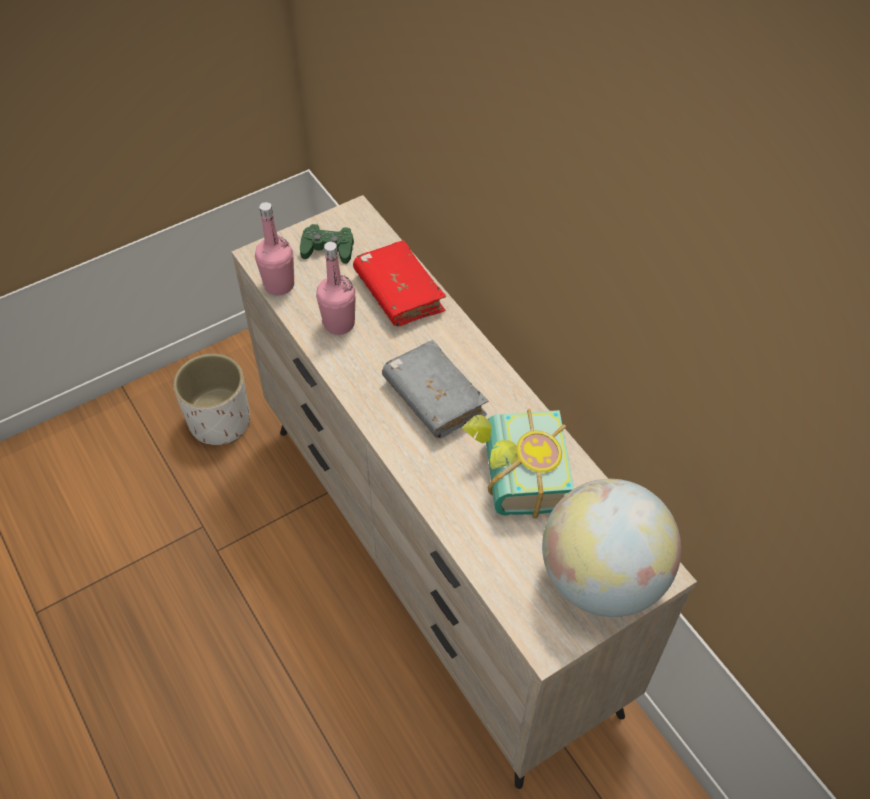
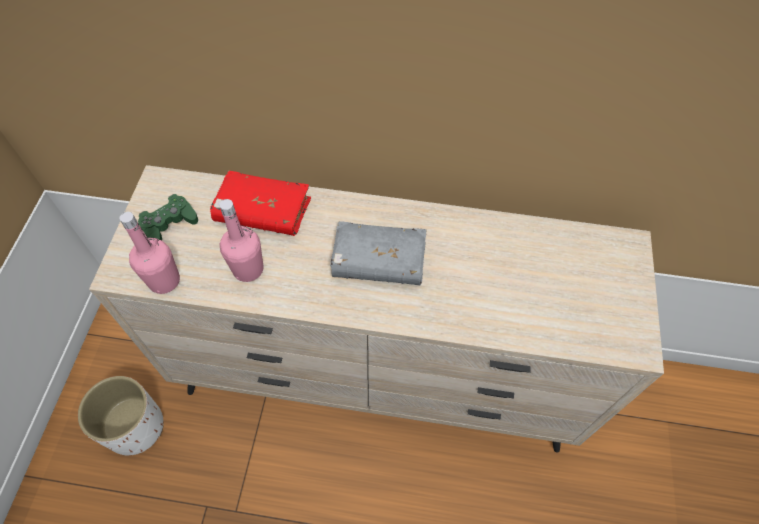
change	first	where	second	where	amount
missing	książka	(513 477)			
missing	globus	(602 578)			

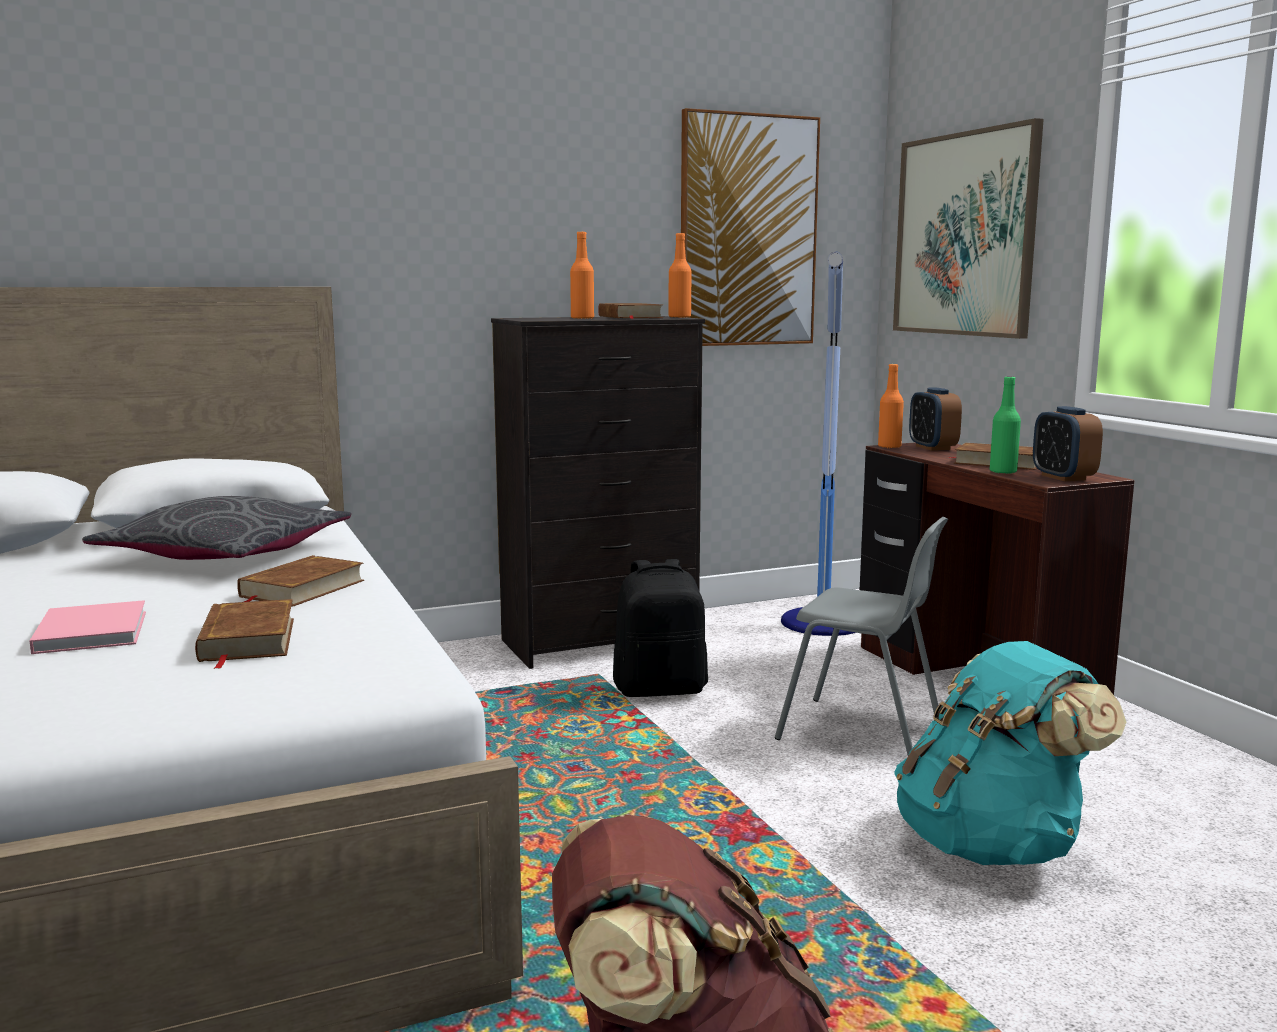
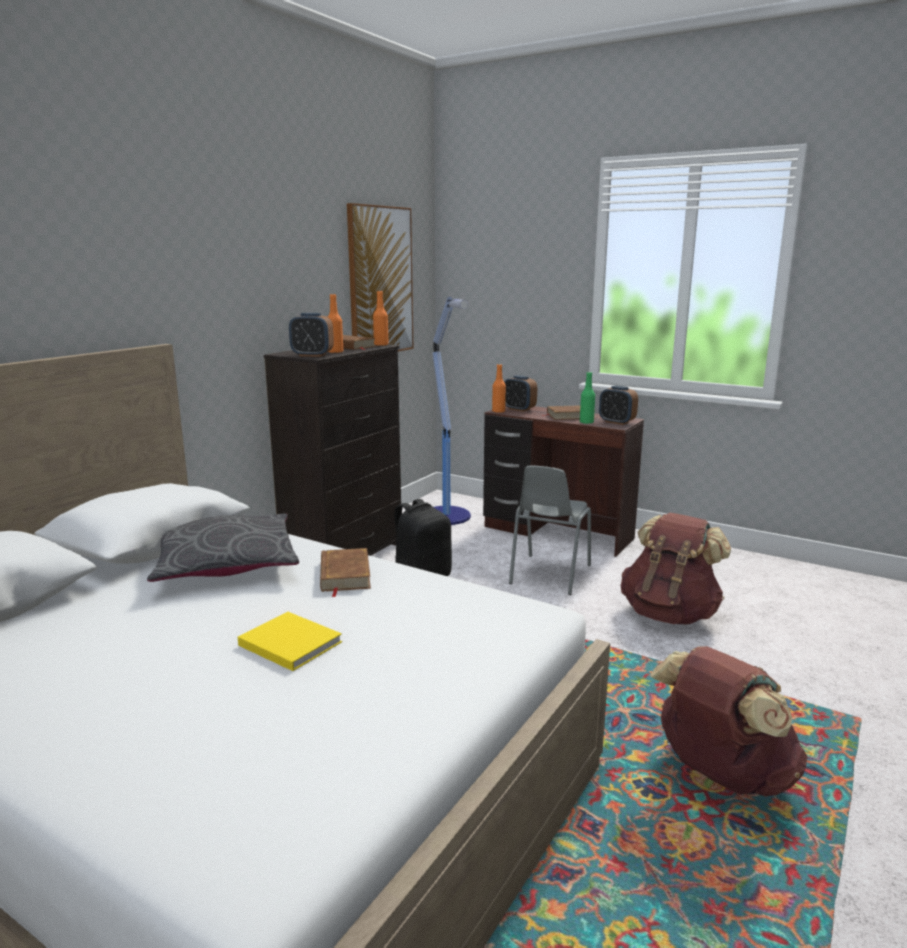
change	first	where	second	where	amount
missing	książka (brązowy)	(247 640)			
missing	obraz	(964 235)			
appeared			budzik	(312 355)	
colour	książka (różowy)	(92 631)	książka (żółty)	(288 642)	
colour	plecak (turkusowy)	(993 845)	plecak (brązowy)	(669 614)	
spun	krzesło (szary)	(862 732)		(548 575)	120 degrees clockwise

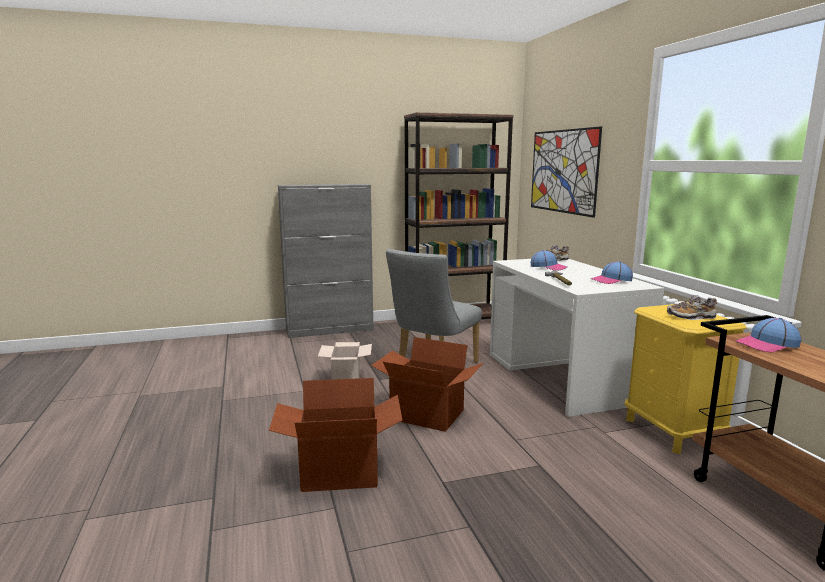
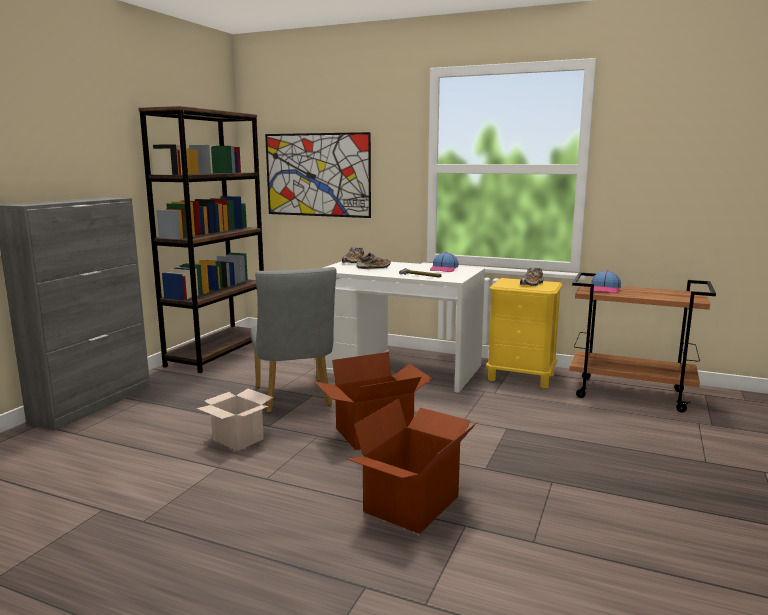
change	first	where	second	where	amount
exchanged	czapka z daszkiem	(548 267)	but	(373 268)	

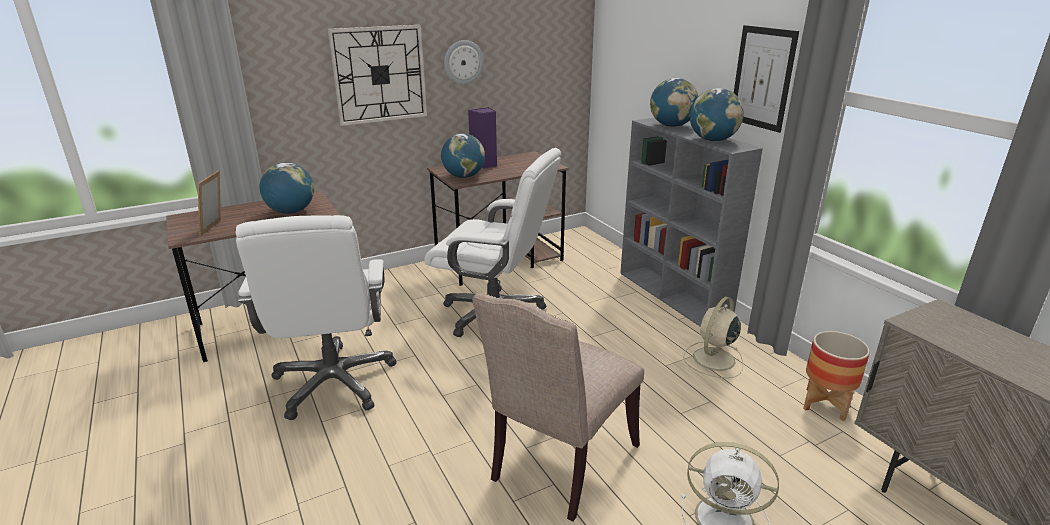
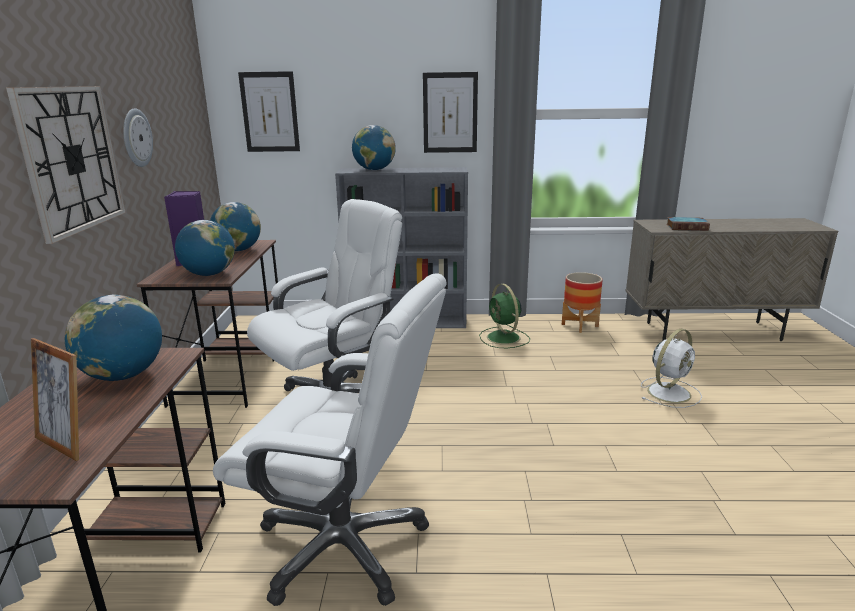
change	first	where	second	where	amount
missing	krzesło (beżowy)	(560 464)			
appeared			obraz	(270 112)	
appeared			książka	(687 227)	
relocated	globus	(712 140)		(238 250)	
colour	wentylator (beżowy)	(713 360)	wentylator (zielony)	(504 338)	

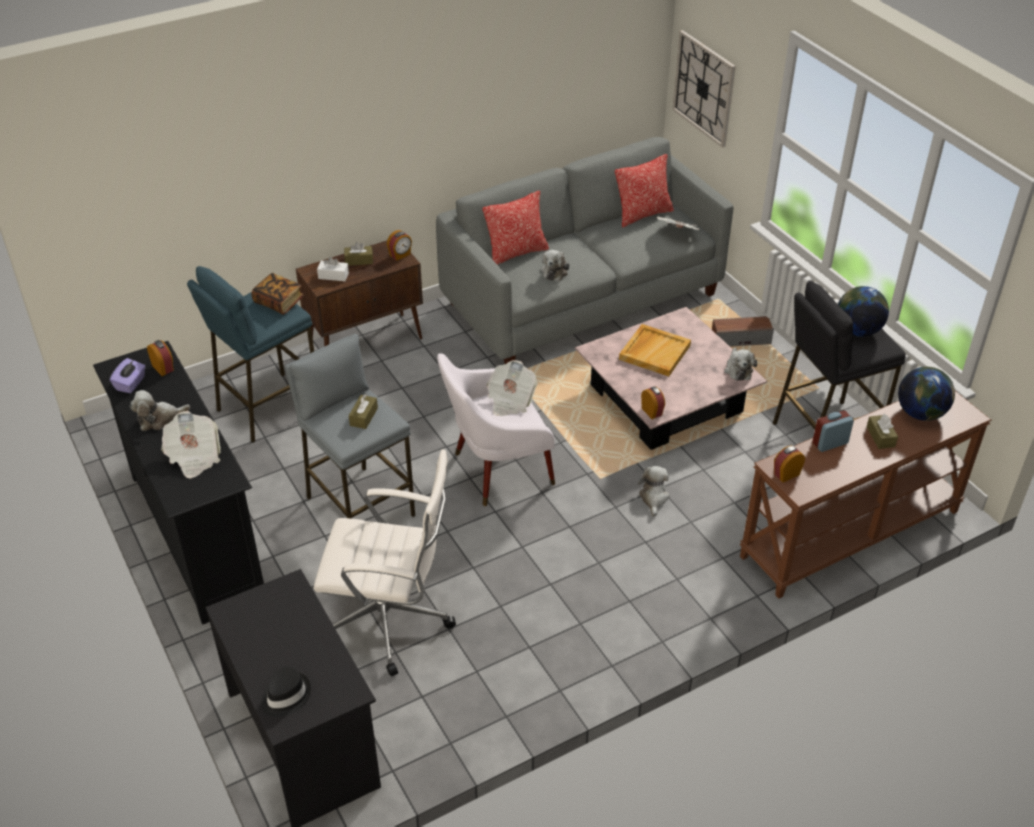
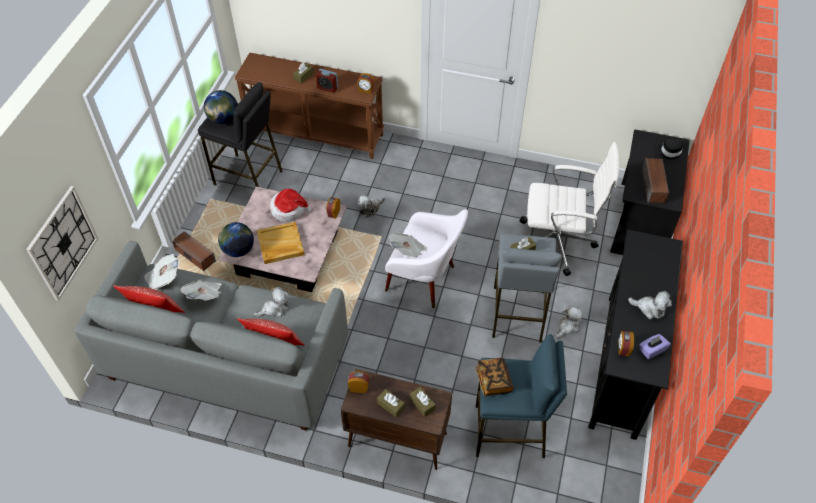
change	first	where	second	where	amount
appeared			kapelusz	(289 209)	
appeared			głośnik	(653 186)	
relocated	gazeta	(194 456)		(205 296)	
relocated	pluszak	(738 369)		(567 326)	
relocated	globus	(920 413)		(238 250)	
colour	pudełko chusteczek (biały)	(333 276)	pudełko chusteczek (brązowy)	(422 404)	
spun	krzesło biurowe (biały)	(390 620)		(557 243)	135 degrees clockwise

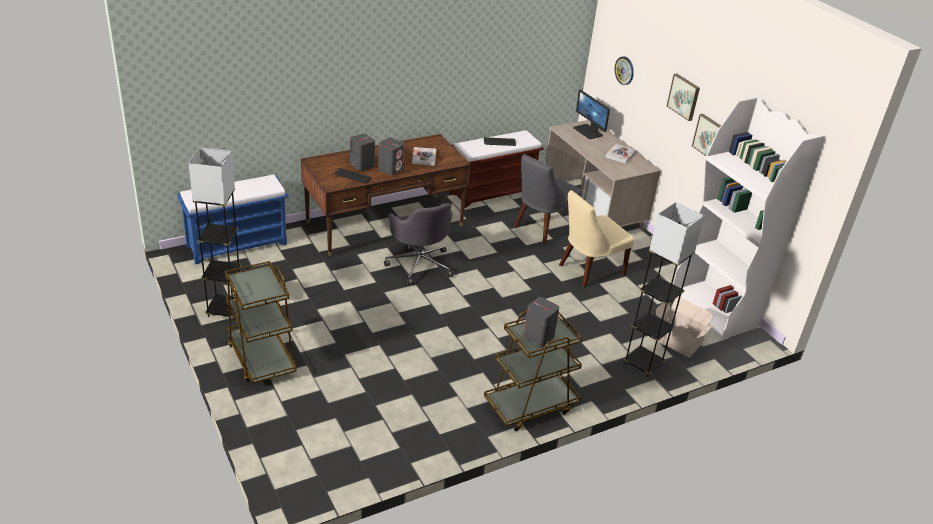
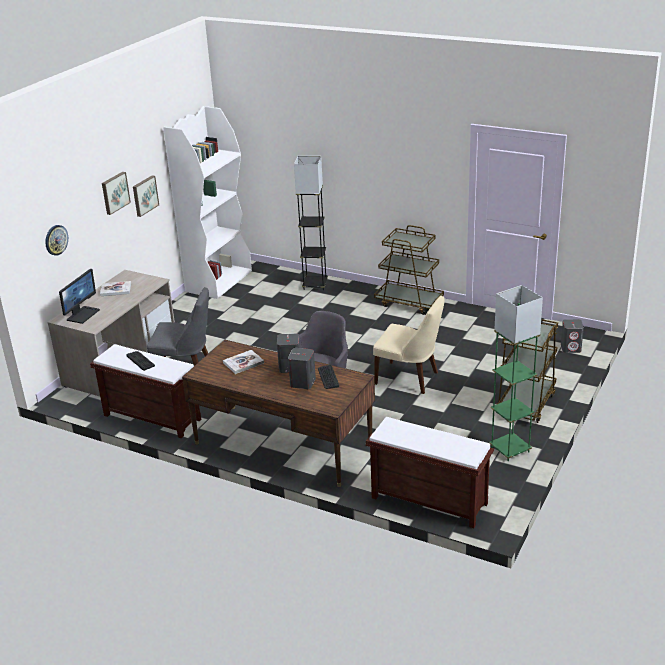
change	first	where	second	where	amount
missing	karton	(678 342)			
relocated	głośnik (szary)	(538 337)		(571 348)	
relocated	krzesło (beżowy)	(589 270)		(409 378)	
colour	ławka (niebieski)	(238 244)	ławka (brązowy)	(428 501)	
colour	lampa stojąca (szary)	(225 309)	lampa stojąca (zielony)	(510 449)	

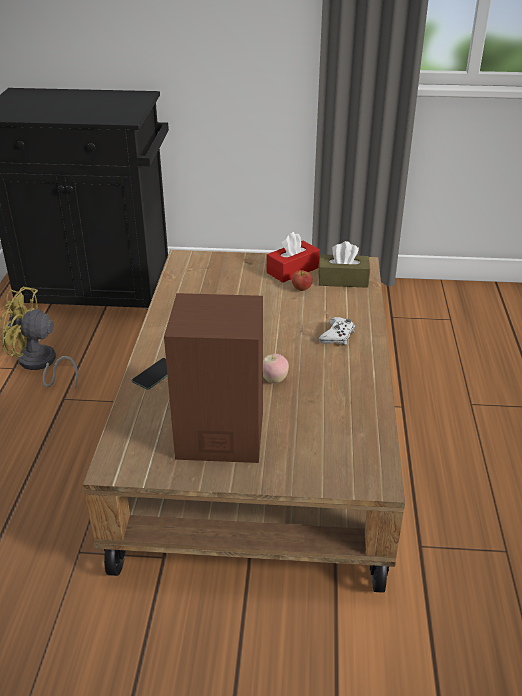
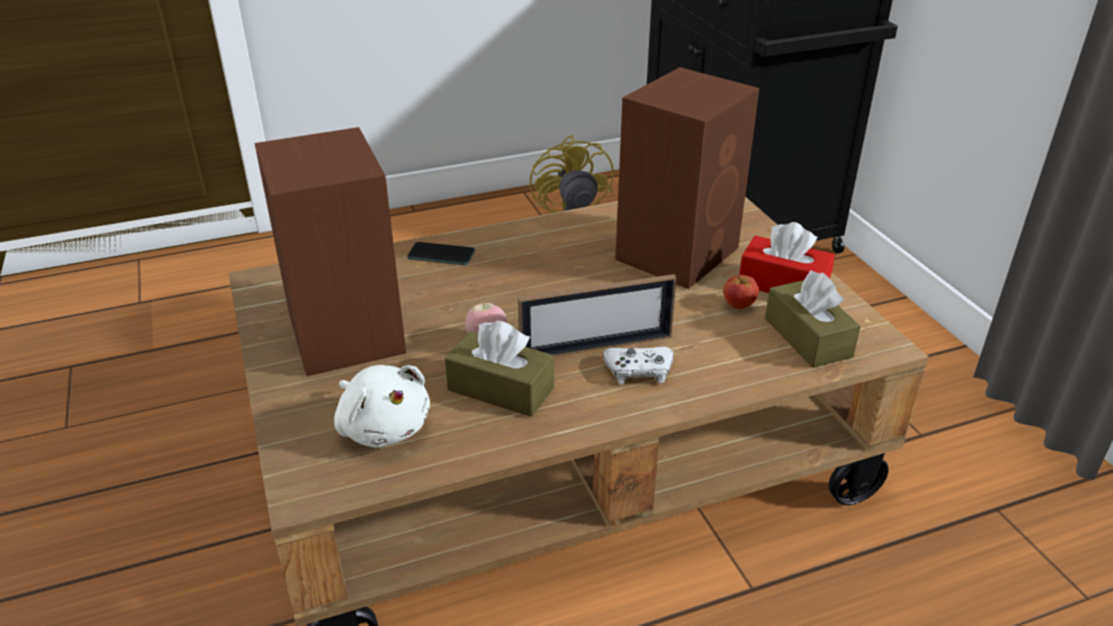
change	first	where	second	where	amount
appeared			pluszak (biały)	(383 427)	
appeared			pudełko chusteczek (brązowy)	(500 389)	
appeared			ramka na zdjęcie	(596 347)	
appeared			głośnik (brązowy)	(679 252)	

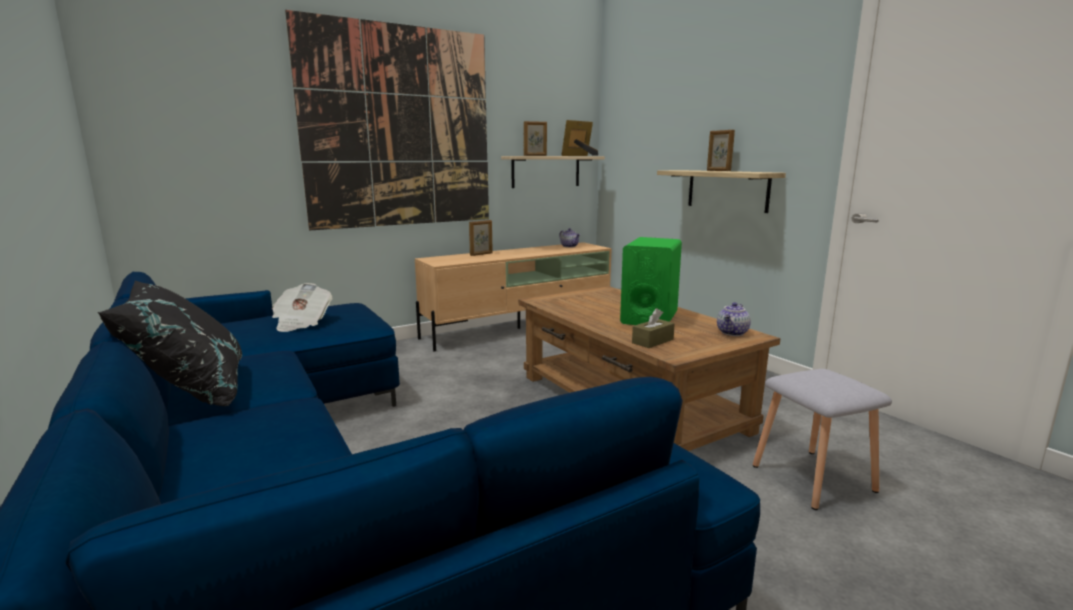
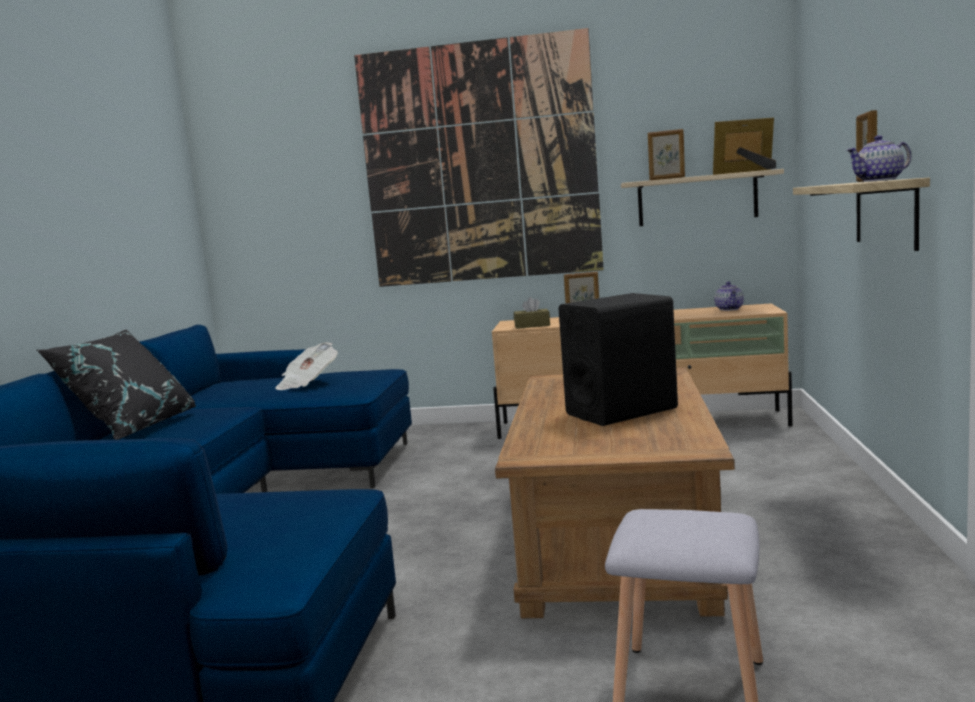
change	first	where	second	where	amount
relocated	pudełko chusteczek (brązowy)	(652 341)		(532 326)	
relocated	imbryk	(733 333)		(879 180)	
colour	głośnik (zielony)	(649 317)	głośnik (czarny)	(621 411)	

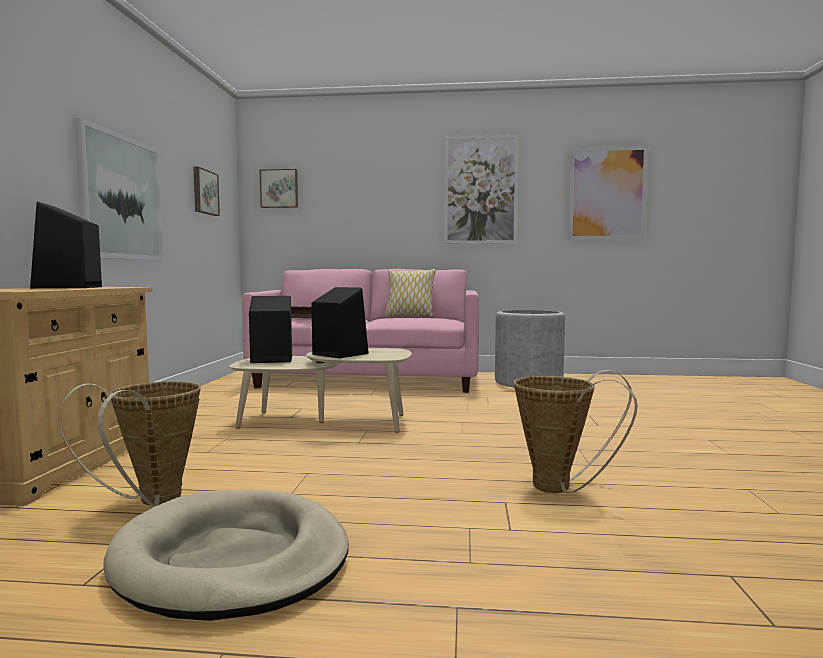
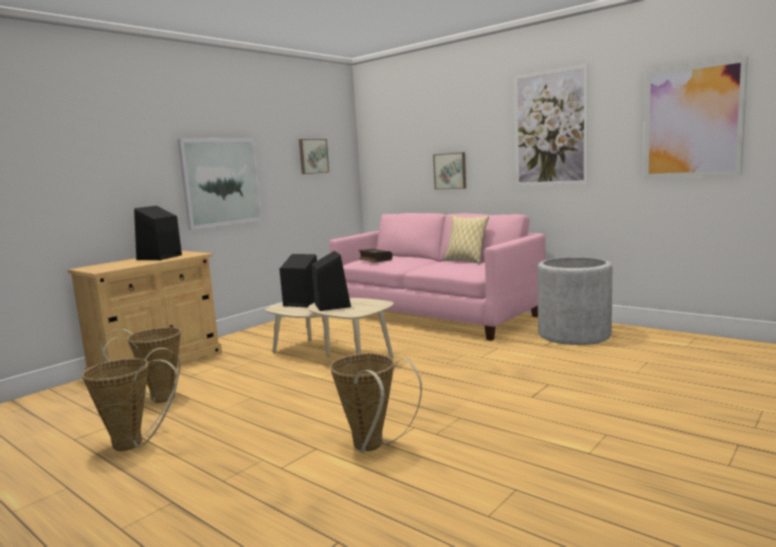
change	first	where	second	where	amount
relocated	obraz	(279 188)		(450 171)	
exchanged	legowisko (beżowy)	(232 559)	koszyk	(135 444)	

